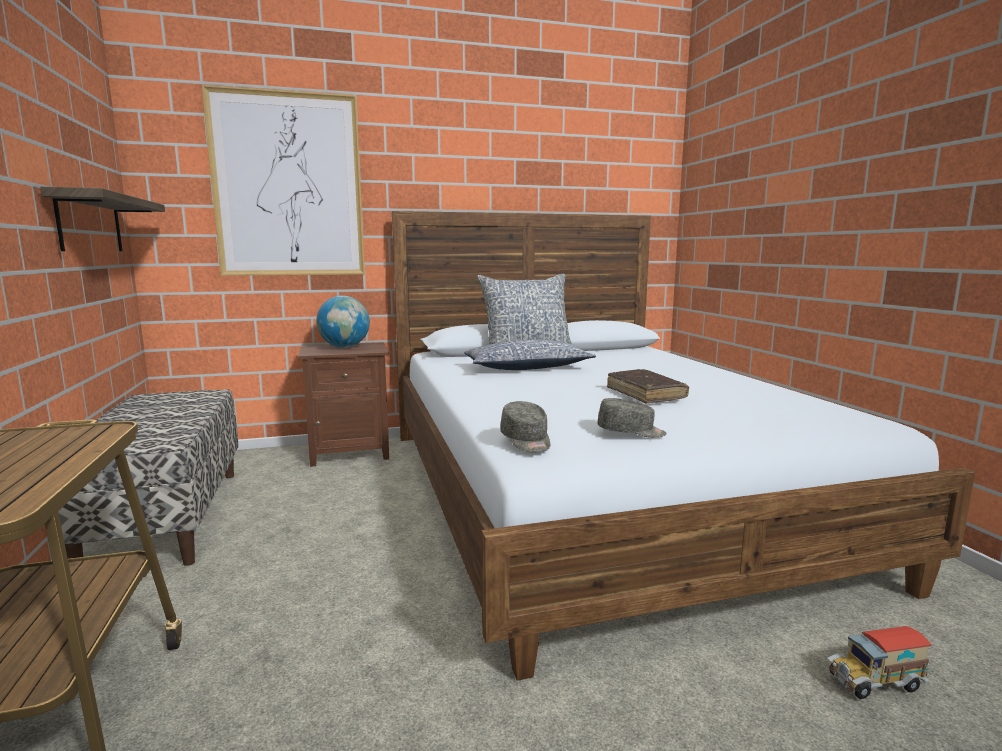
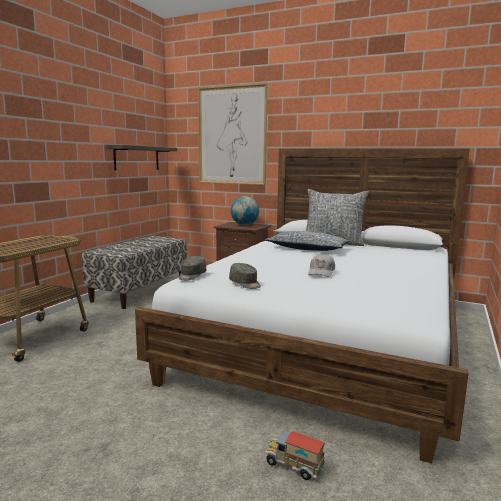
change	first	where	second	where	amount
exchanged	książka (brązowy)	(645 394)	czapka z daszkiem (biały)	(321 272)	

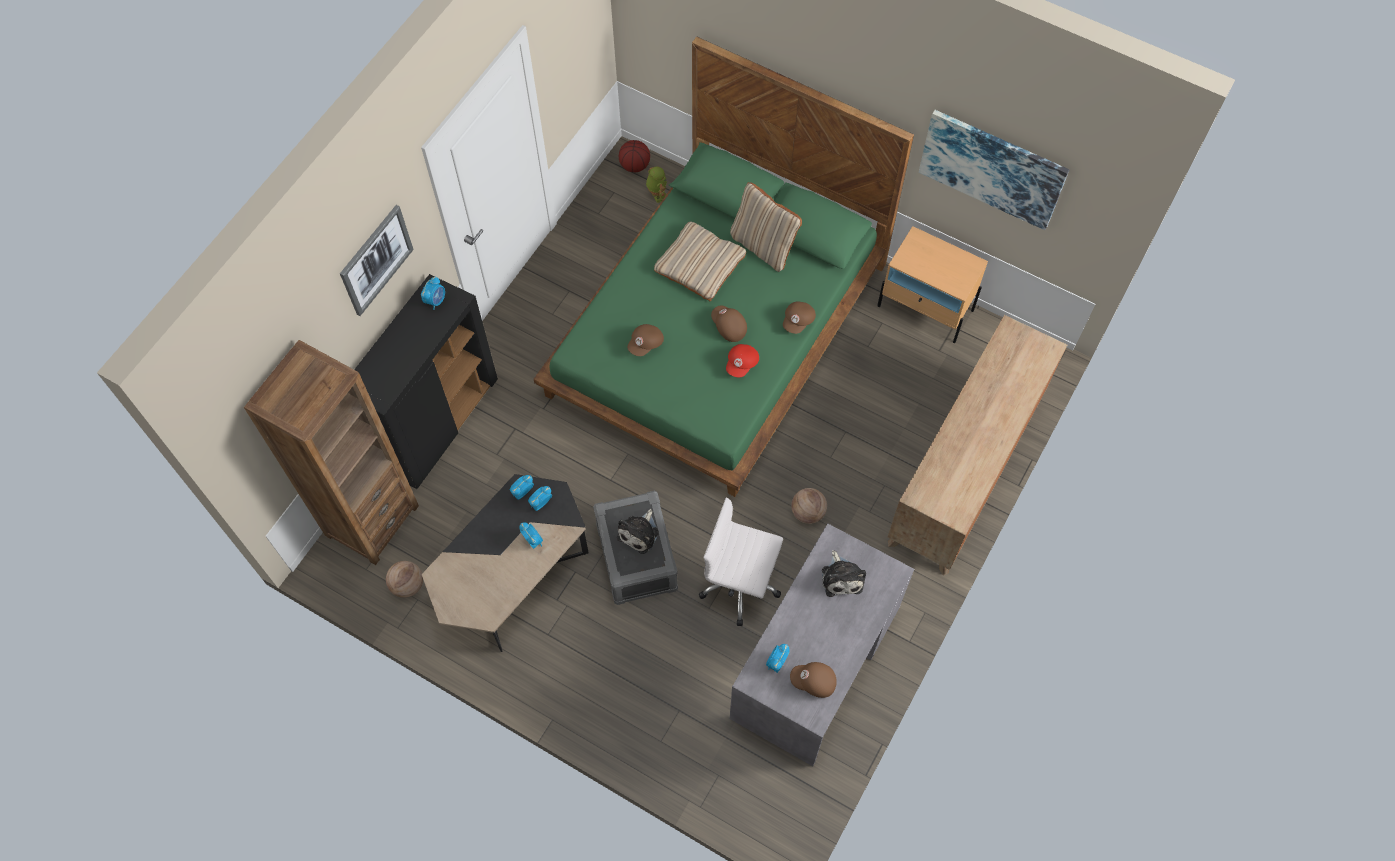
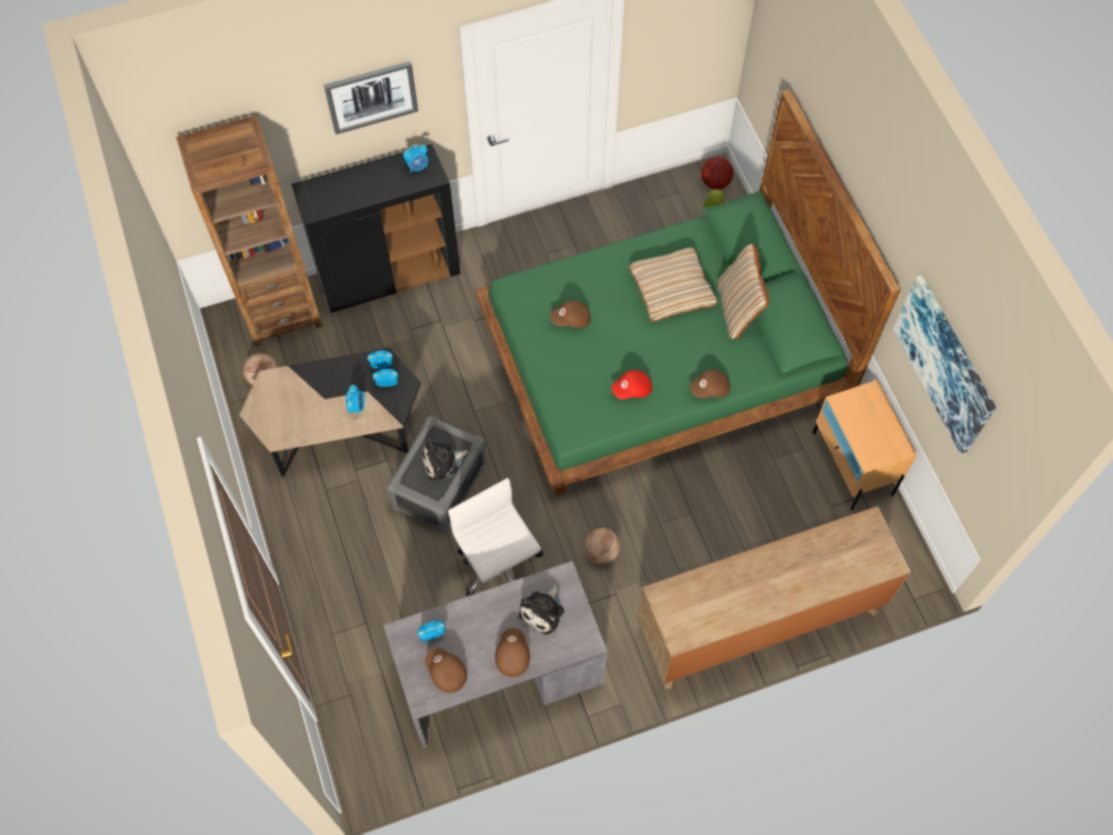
change	first	where	second	where	amount
relocated	czapka z daszkiem (brązowy)	(728 327)		(512 655)	

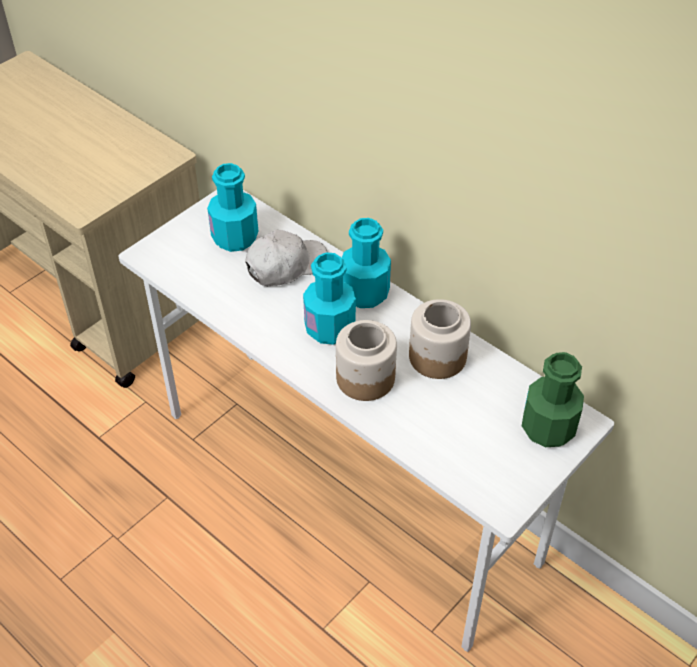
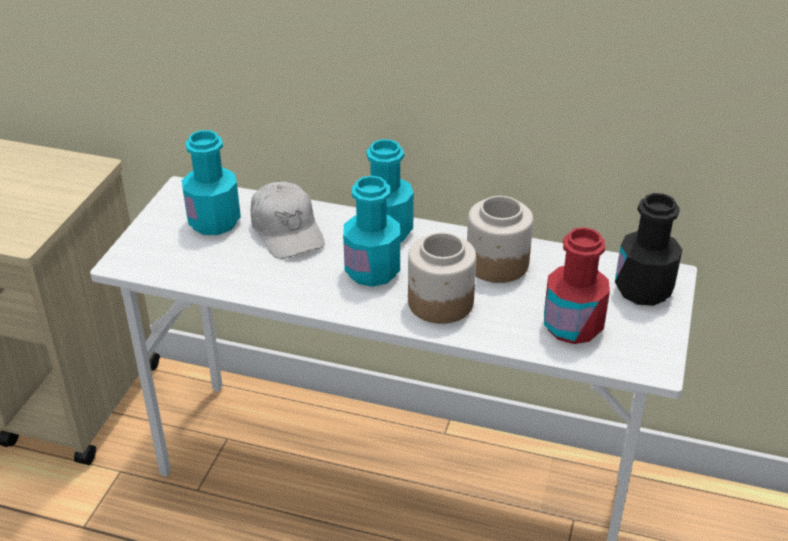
change	first	where	second	where	amount
appeared			butelka (czerwony)	(572 326)	
colour	butelka (zielony)	(548 428)	butelka (czarny)	(643 289)	
spun	czapka z daszkiem (biały)	(286 266)		(287 231)	120 degrees clockwise

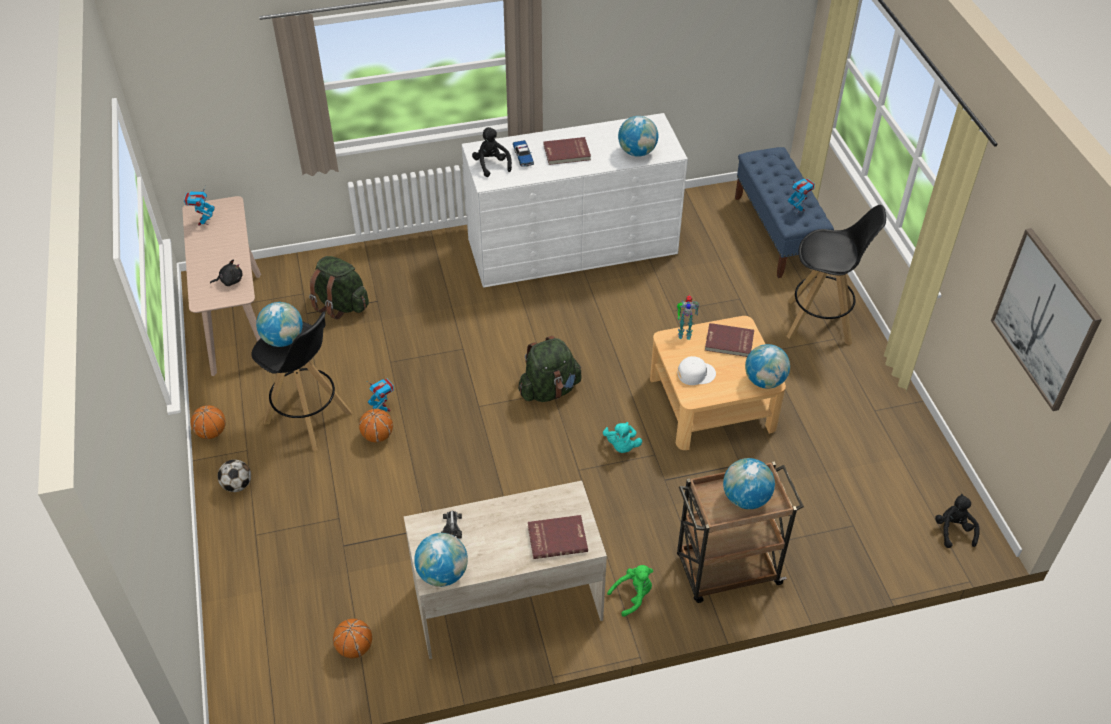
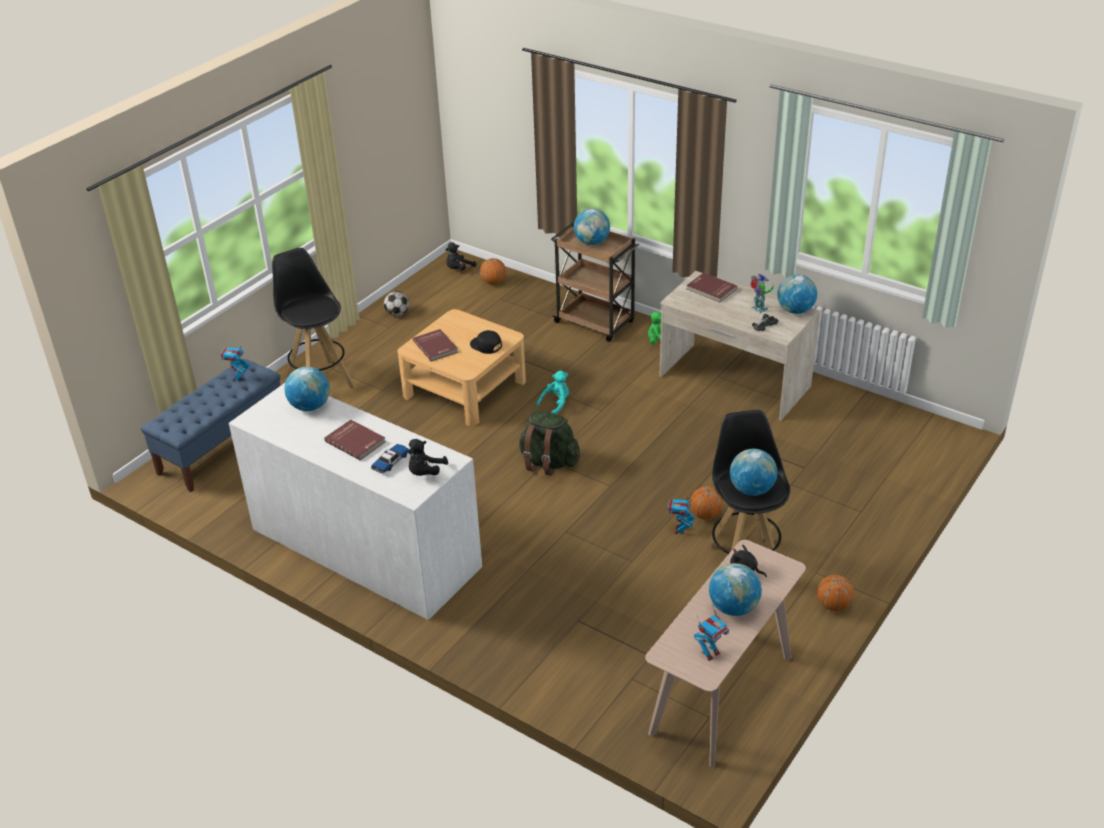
change	first	where	second	where	amount
missing	plecak (zielony)	(341 305)			
missing	obraz	(1045 319)			
relocated	piłka futbolowa	(237 485)		(397 314)	
relocated	piłka do koszykówki	(355 648)		(493 282)	
relocated	robot zabawkowy	(684 332)		(759 309)	
relocated	globus	(764 381)		(733 607)	
colour	czapka z daszkiem (biały)	(695 373)	czapka z daszkiem (czarny)	(485 345)	

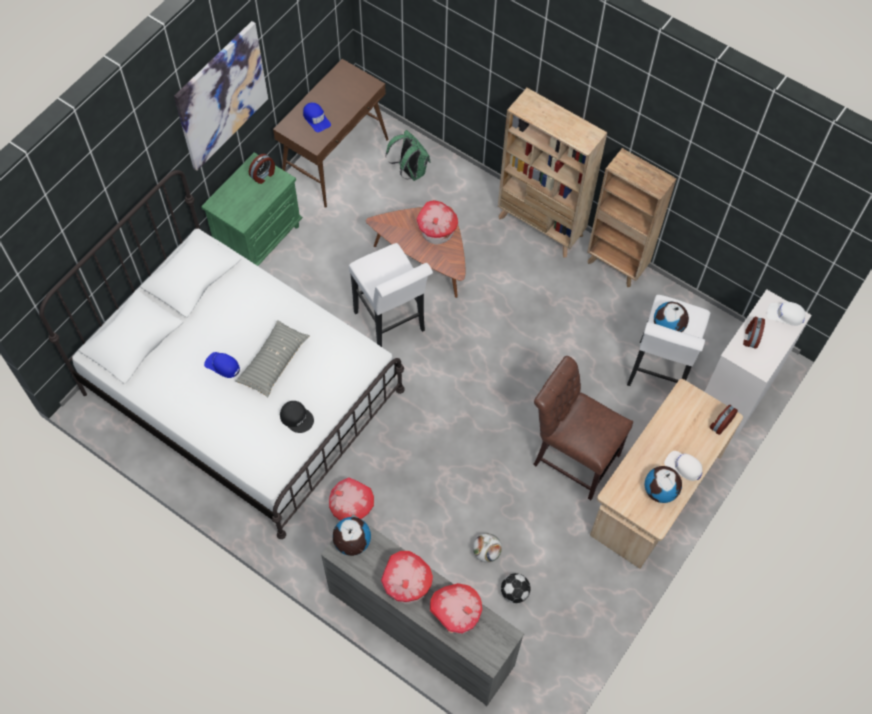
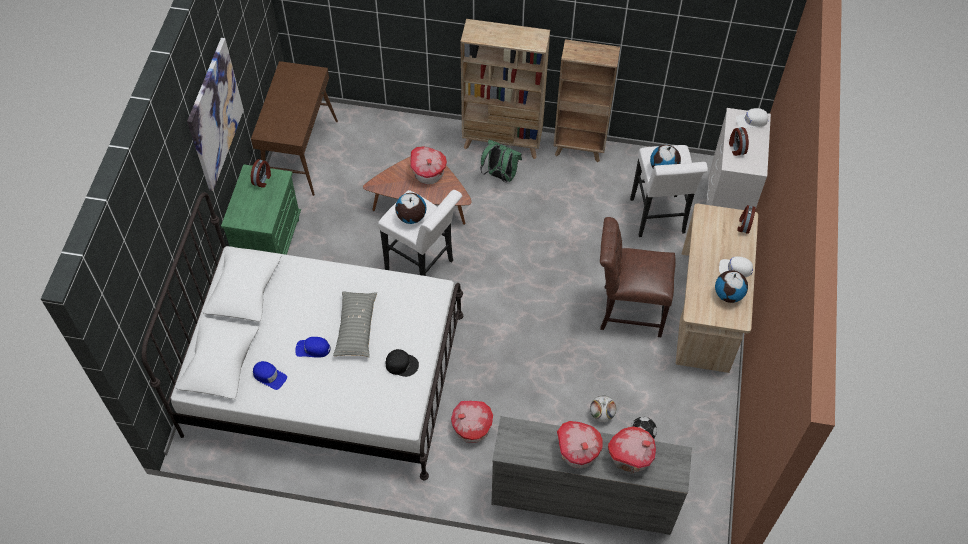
change	first	where	second	where	amount
relocated	czapka z daszkiem (niebieski)	(316 119)		(269 376)	
relocated	globus	(352 542)		(411 217)	
relocated	plecak (zielony)	(410 171)		(500 175)	

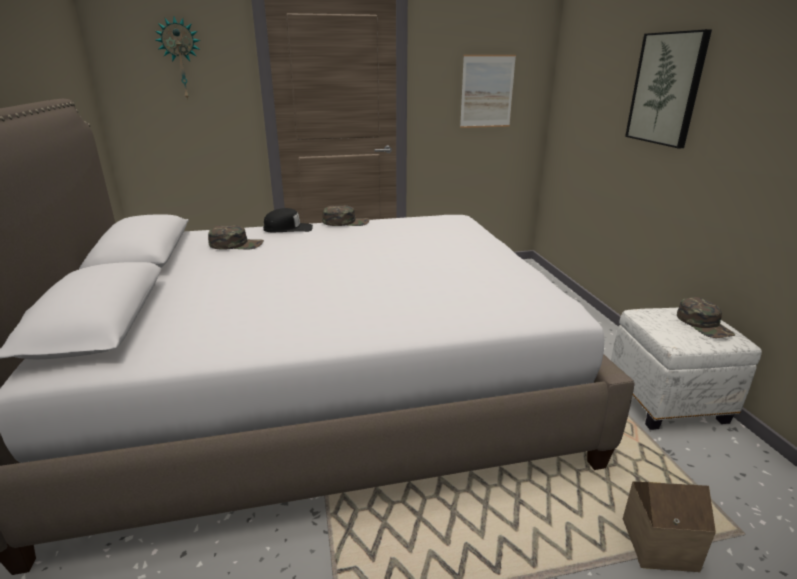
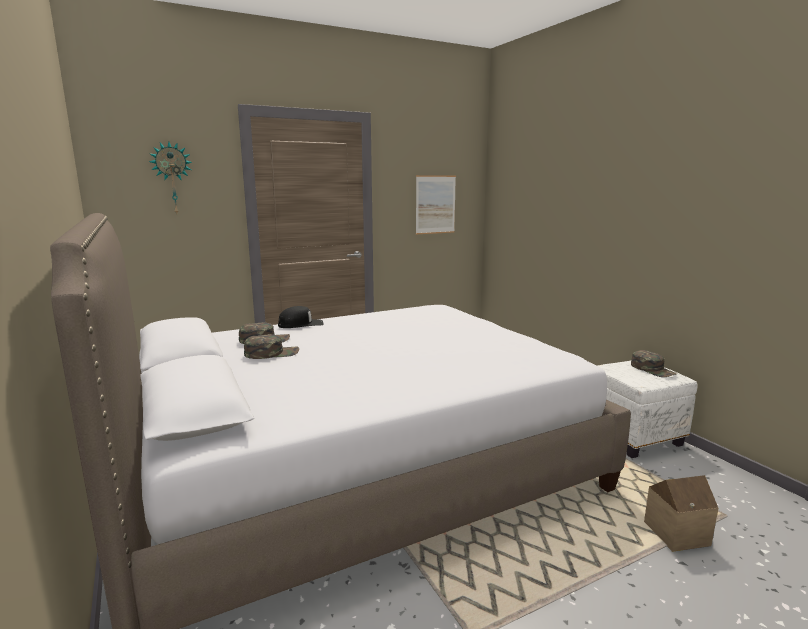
change	first	where	second	where	amount
missing	obraz	(666 89)			
relocated	czapka z daszkiem (zielony)	(346 222)		(272 353)	

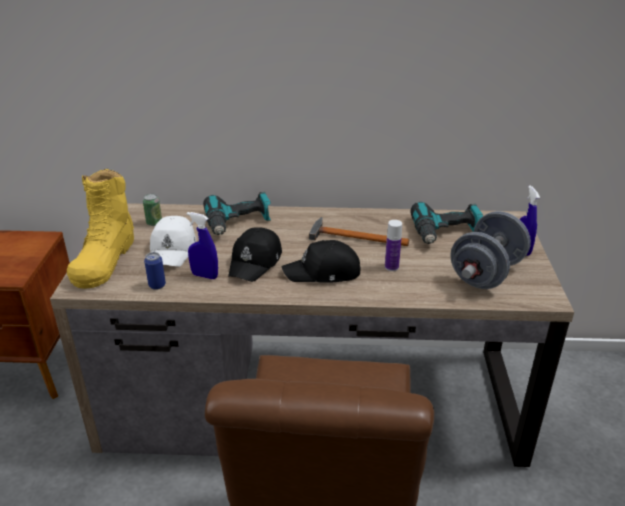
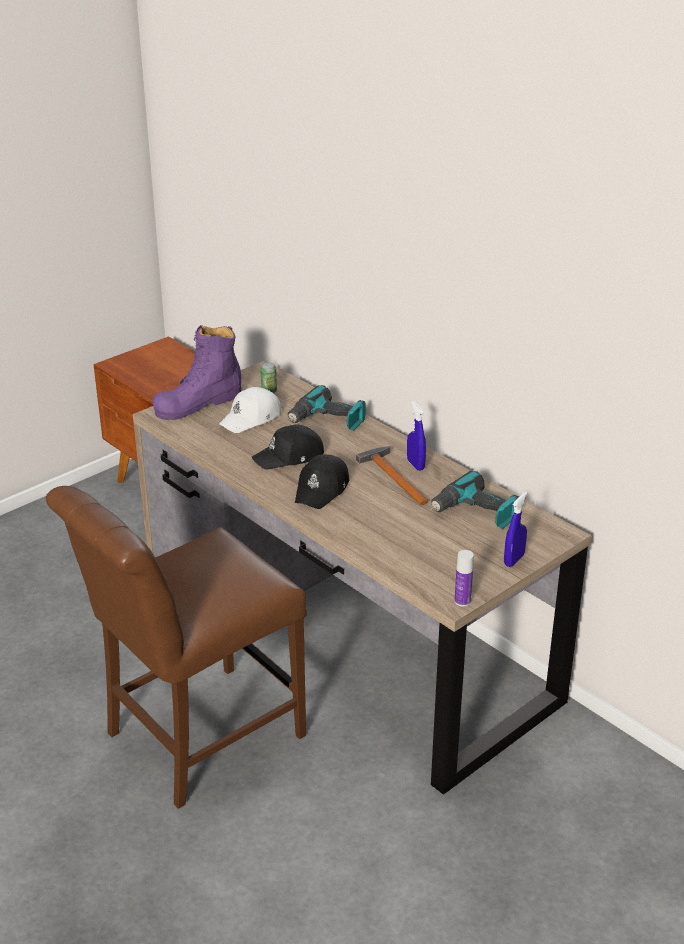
change	first	where	second	where	amount
missing	puszka	(157 285)			
missing	hantel (szary)	(486 273)			
relocated	spryskiwacz (niebieski)	(204 276)		(415 465)	
relocated	butelka	(391 267)		(462 601)	
colour	but z cholewką (żółty)	(105 259)	but z cholewką (fioletowy)	(199 403)	
spun	czapka z daszkiem (czarny)	(323 272)		(322 489)	105 degrees counterclockwise

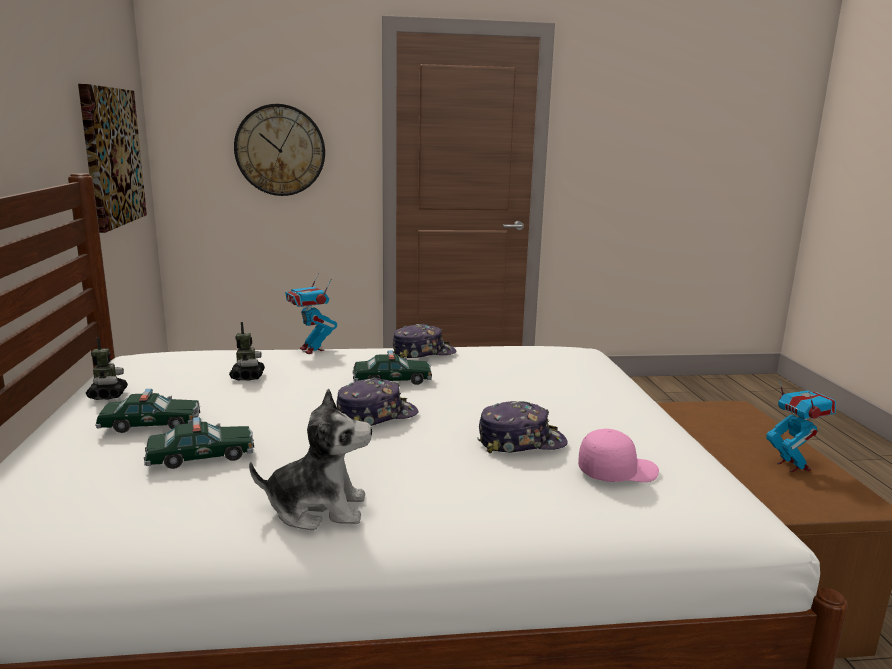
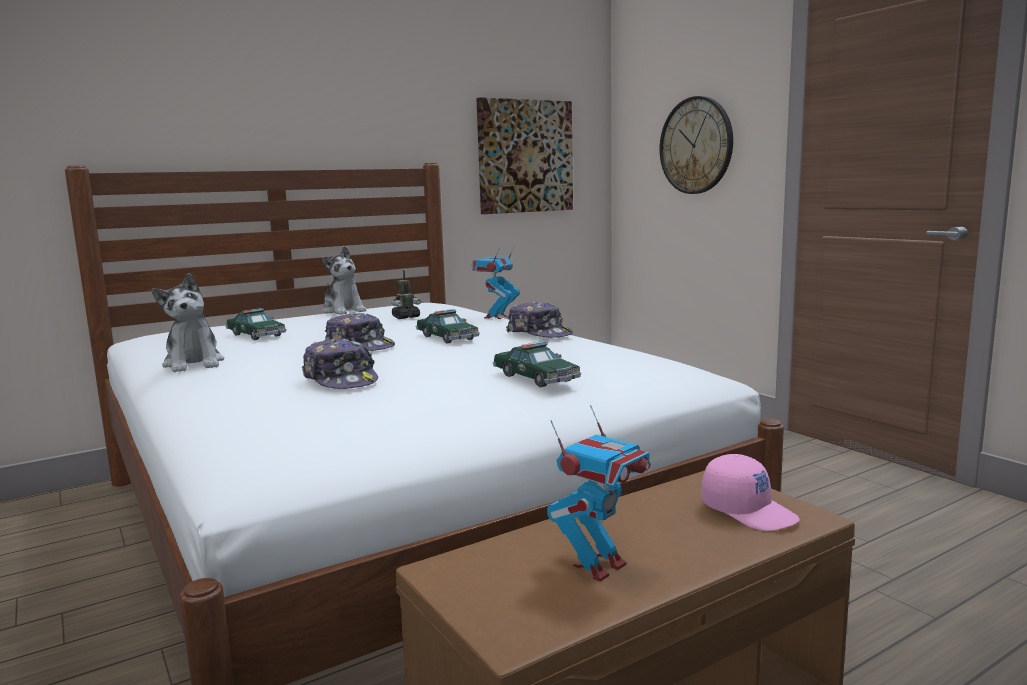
change	first	where	second	where	amount
relocated	samochodzik	(151 424)		(535 378)	
relocated	czapka z daszkiem (różowy)	(616 471)		(749 511)	
exchanged	robot zabawkowy	(108 395)	pluszak	(343 310)	

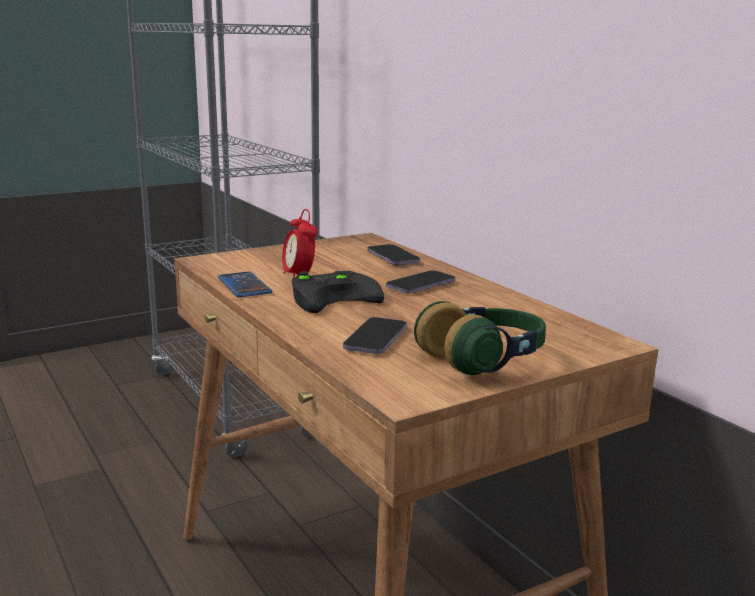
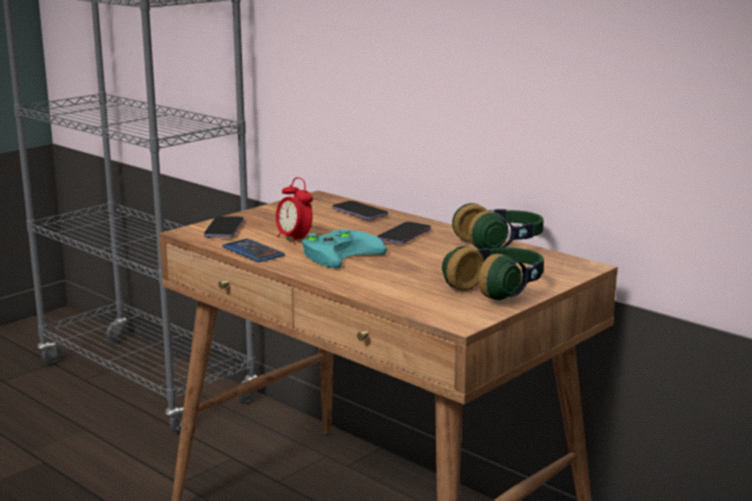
change	first	where	second	where	amount
appeared			słuchawki	(500 245)	
relocated	telefon	(376 339)		(224 229)	
colour	pad do gier (czarny)	(335 297)	pad do gier (turkusowy)	(341 253)	

